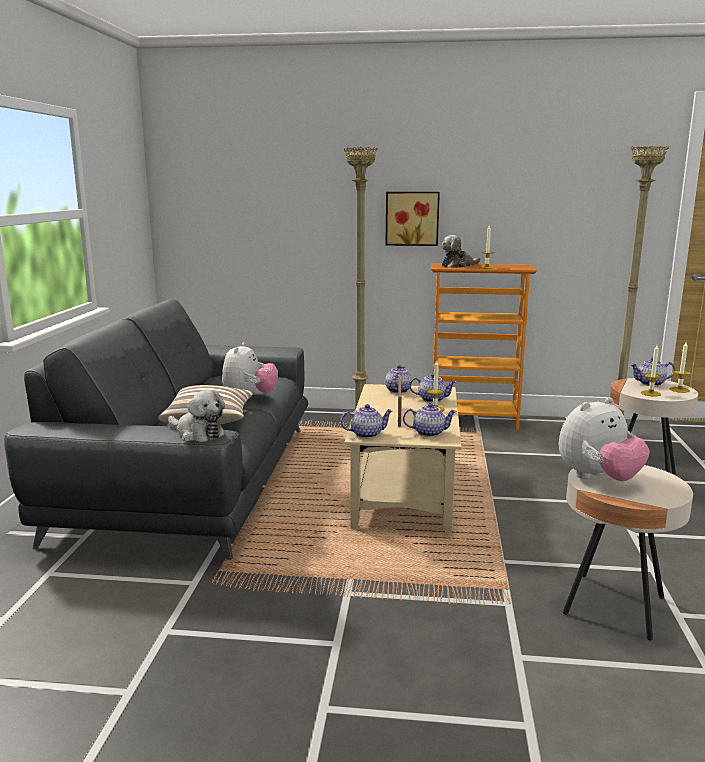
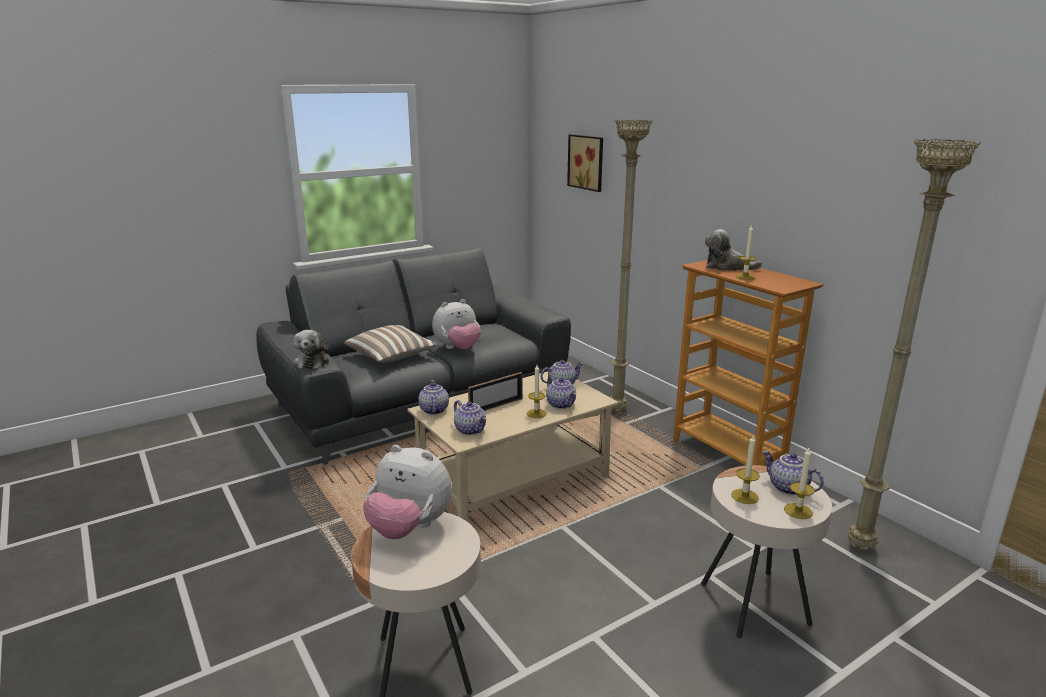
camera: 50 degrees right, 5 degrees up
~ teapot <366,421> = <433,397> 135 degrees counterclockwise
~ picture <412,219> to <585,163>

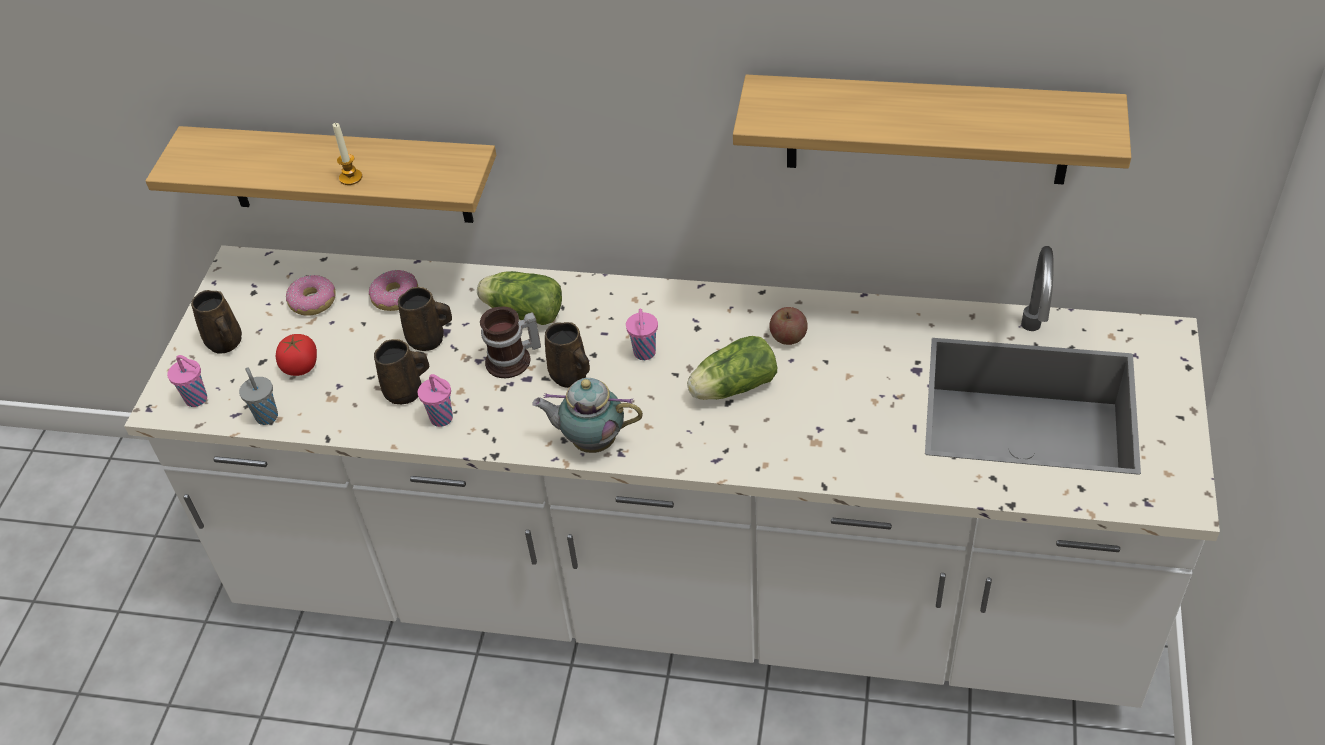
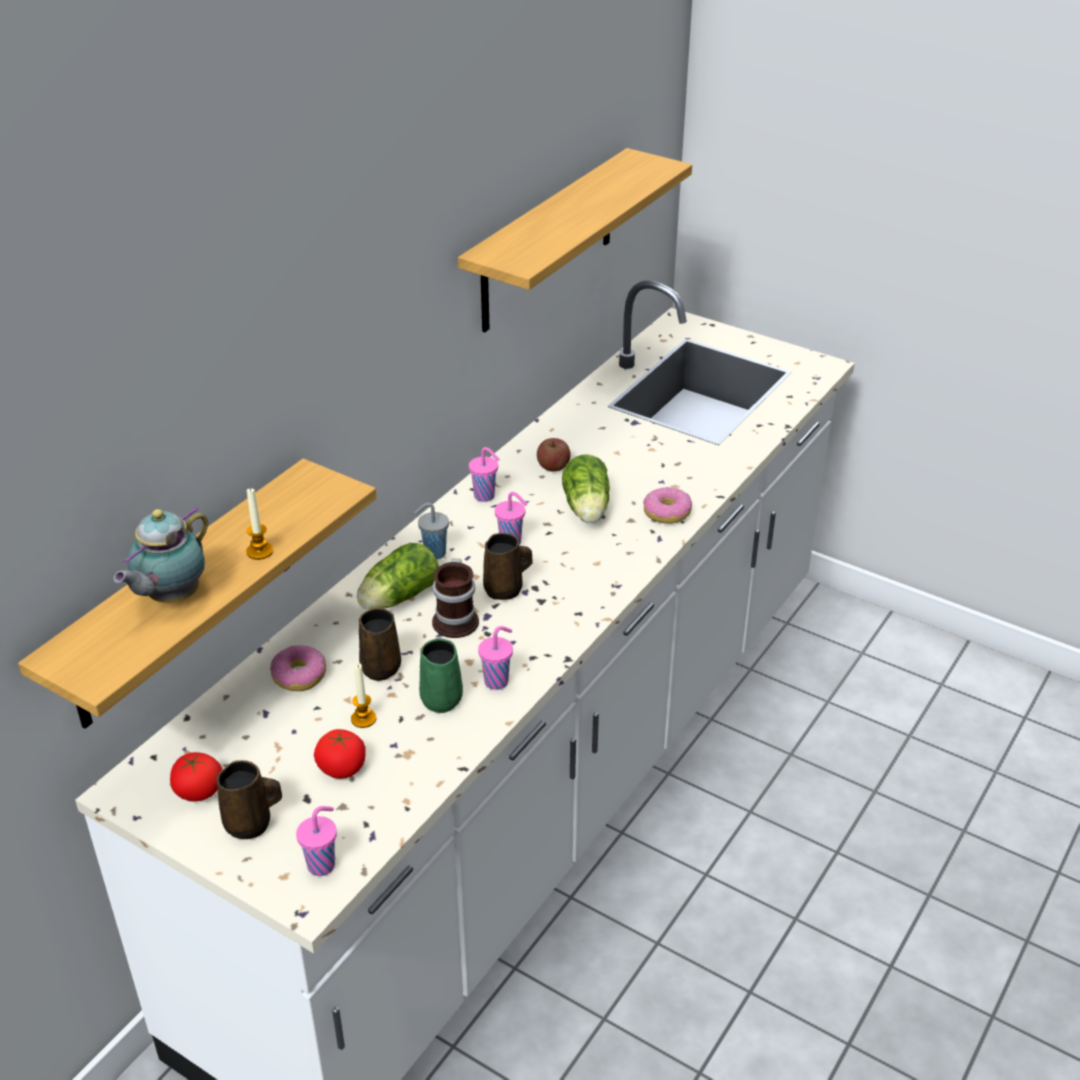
camera: 70 degrees left, 10 degrees down
~ grey cup <258,396> to <431,530>
~ donut <311,295> to <667,505>
~ brown mug <401,371> to green mug <441,675>
~ teapot <587,415> to <161,555>
+ tomato <196,776>
+ candle <363,695>
+ pink cup <484,474>

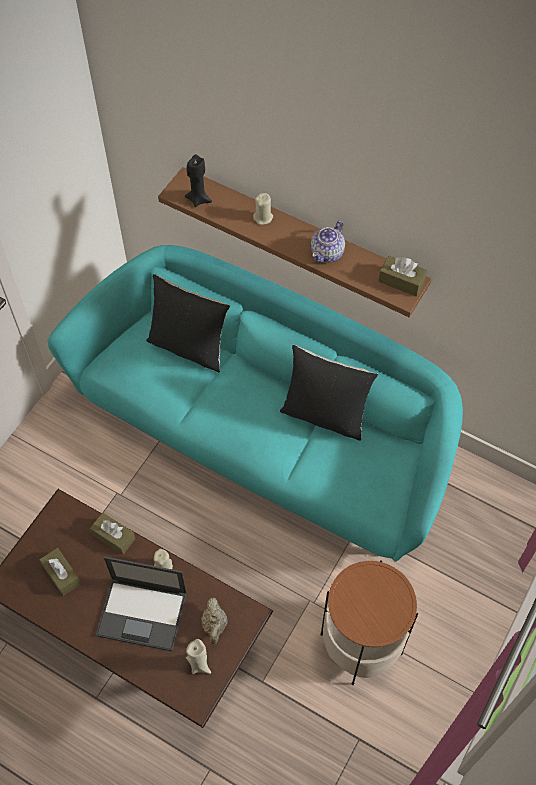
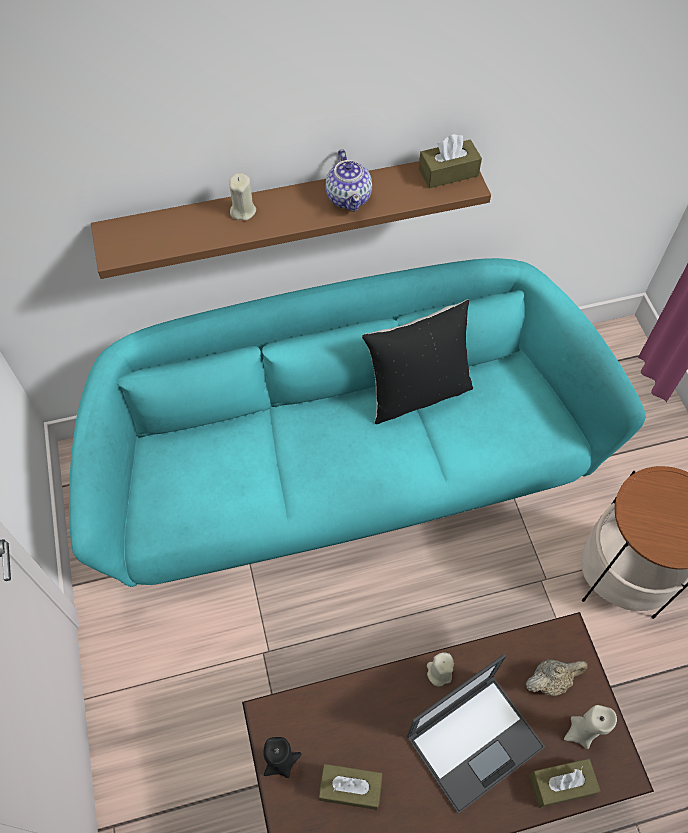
camera: 45 degrees left, 0 degrees up
~ brown tissue box <112,534> to <565,783>
- black pillow <188,323>
~ black candle <198,180> to <282,757>
~ beige teapot <214,621> = <556,677> 60 degrees counterclockwise

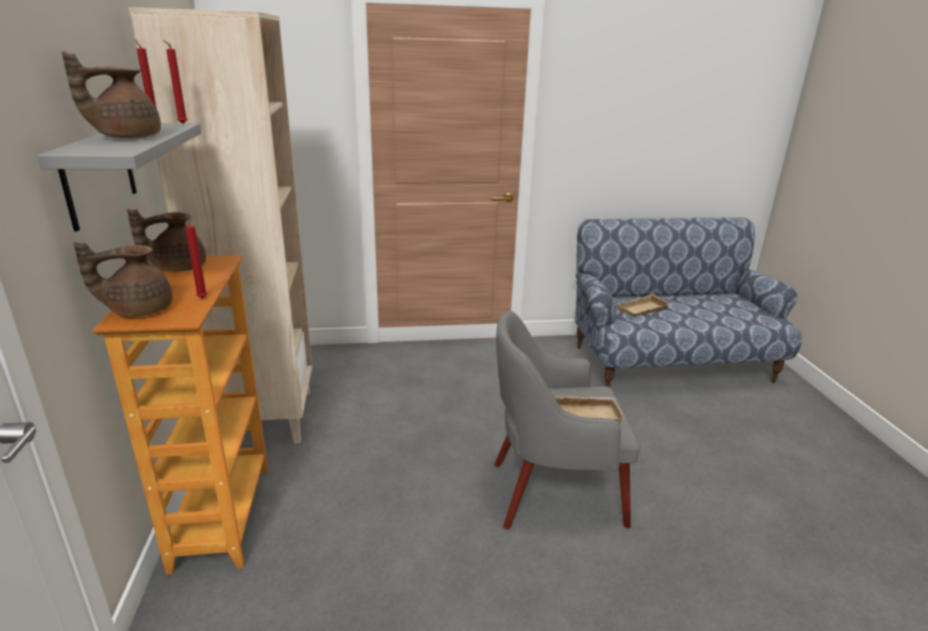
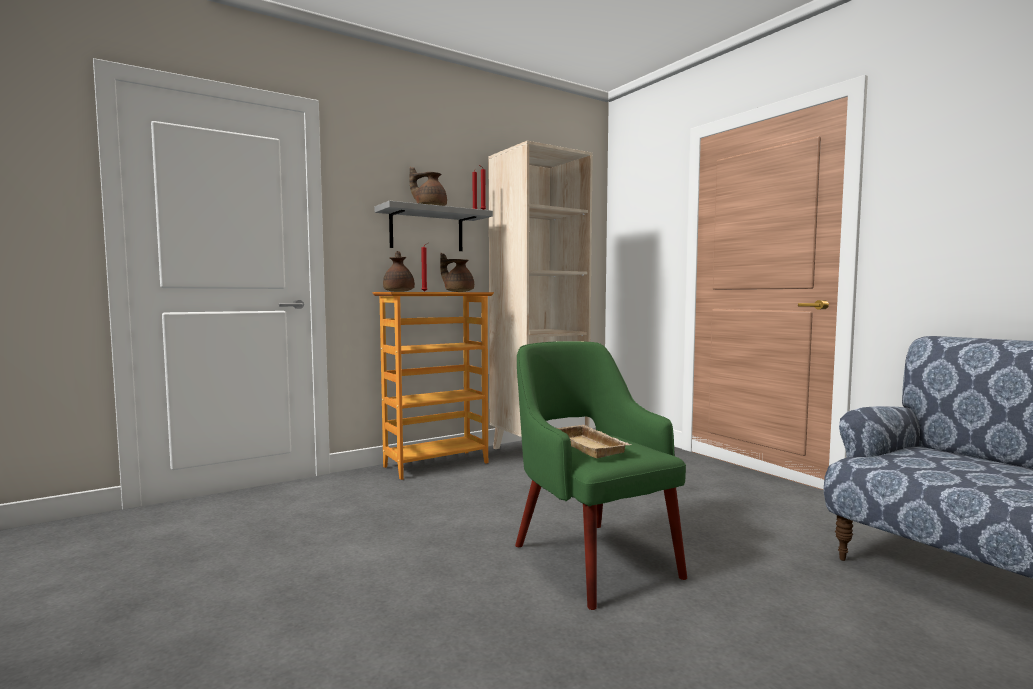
camera: 65 degrees right, 20 degrees down
~ brown teapot <122,279> = <399,271> 45 degrees clockwise
~ grey armchair <567,419> to green armchair <601,475>
- beige tray <643,305>

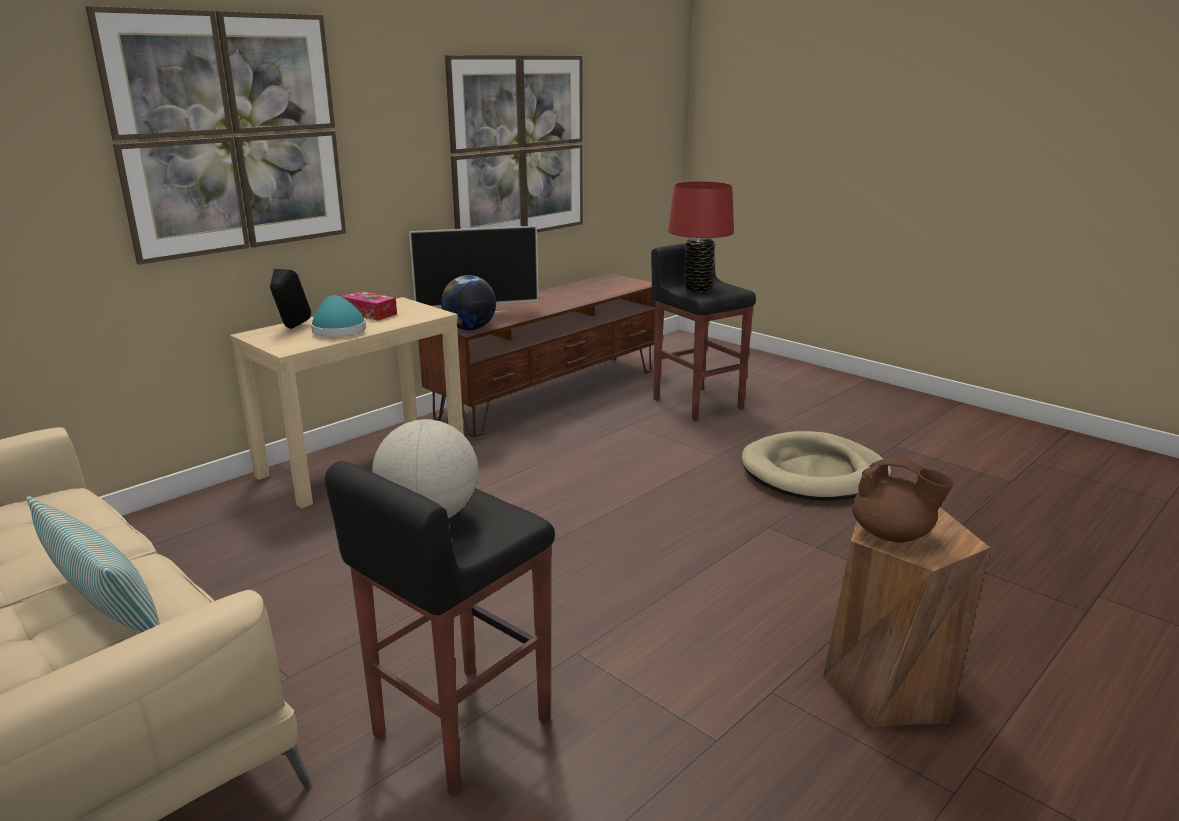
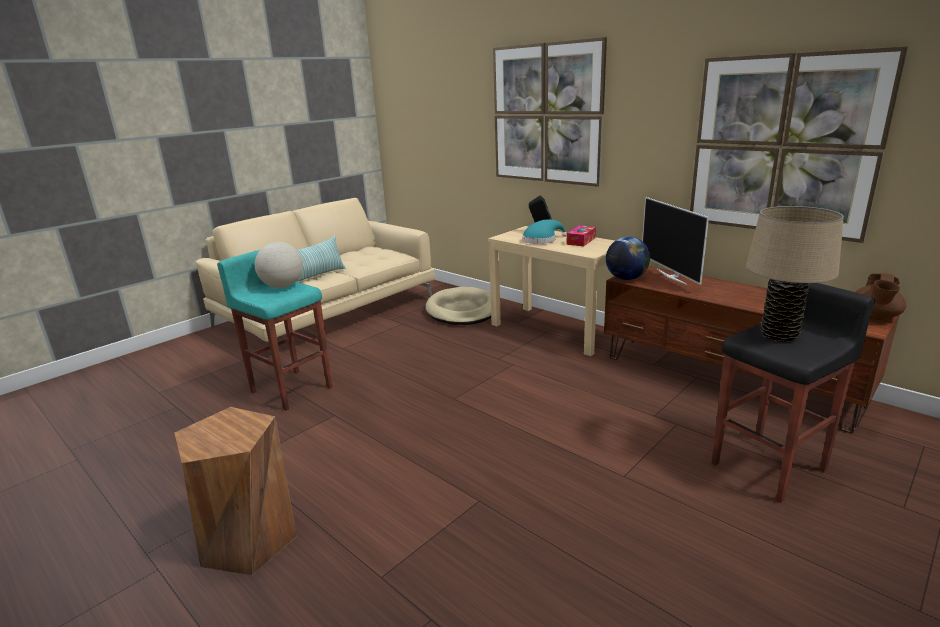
camera: 90 degrees right, 0 degrees up
~ black stool <440,628> to turquoise stool <274,330>
~ red table lamp <701,236> to beige table lamp <795,274>
~ beige dog bed <816,466> to <458,306>
~ brown teapot <903,500> to <881,296>

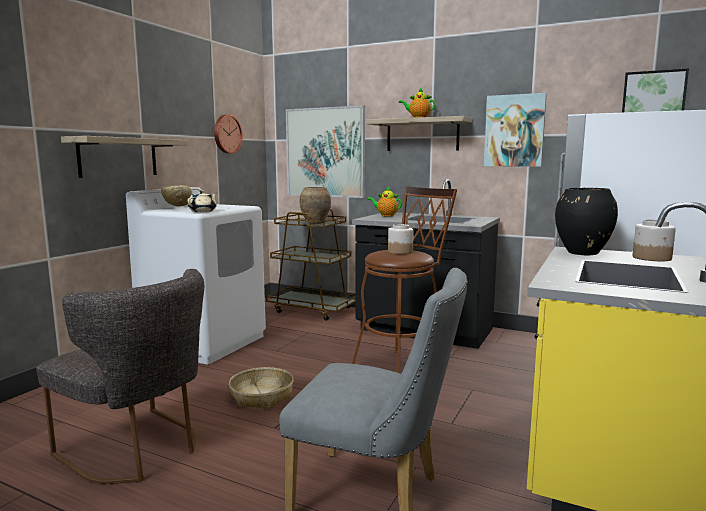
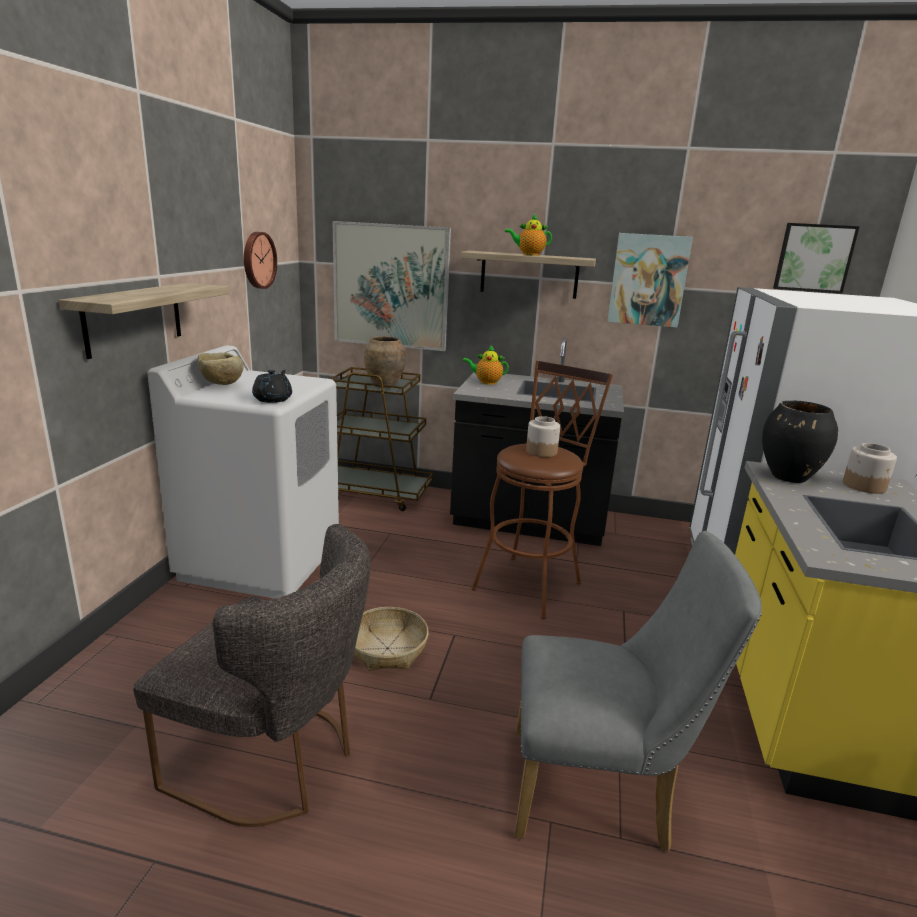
camera: 15 degrees left, 10 degrees up
~ beige teapot <202,201> to black teapot <272,386>

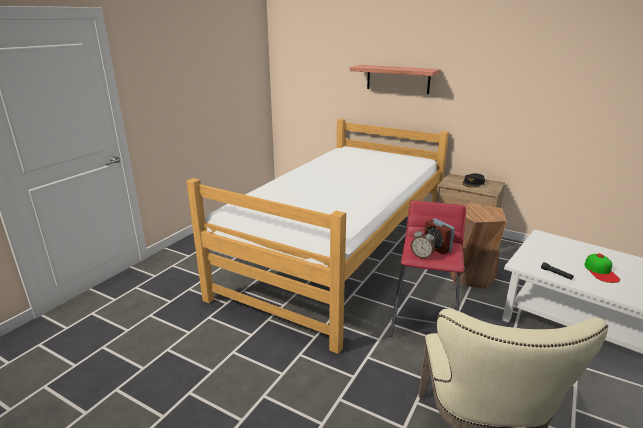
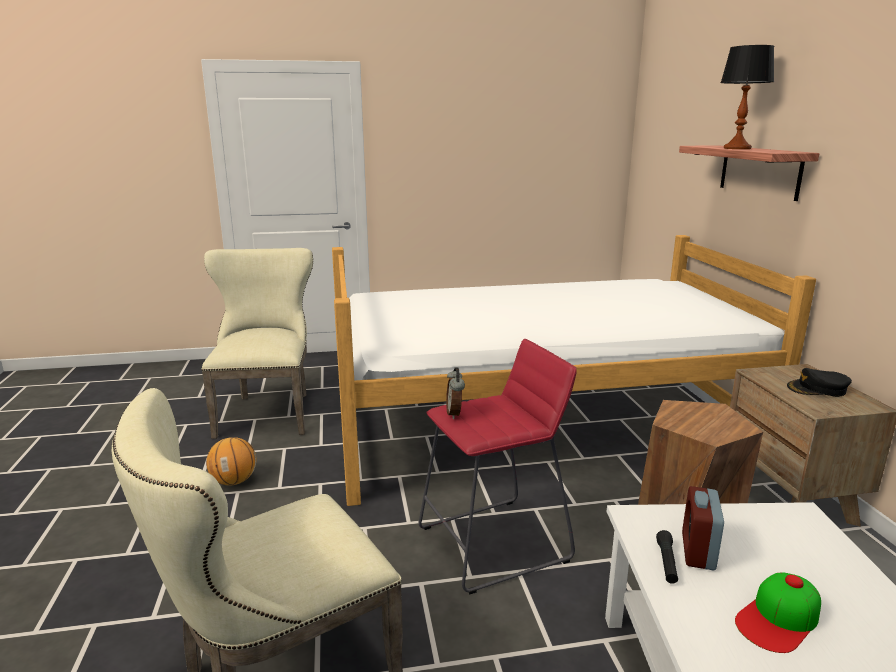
camera: 50 degrees right, 5 degrees down
~ alarm clock <439,236> to <703,528>
+ beige chair <257,343>
+ basketball <231,461>
+ table lamp <747,97>

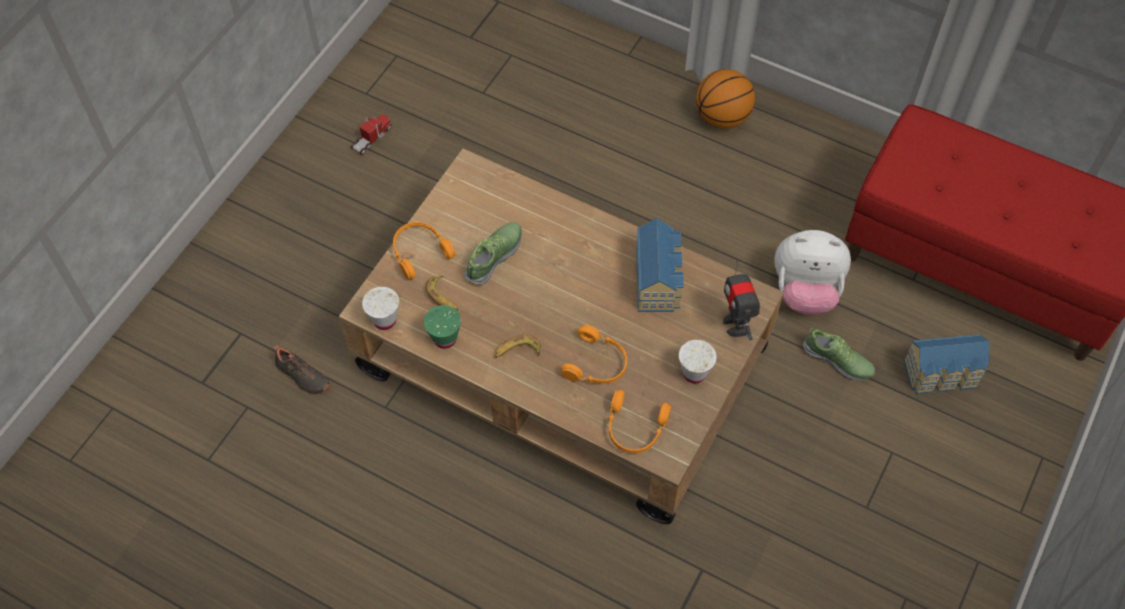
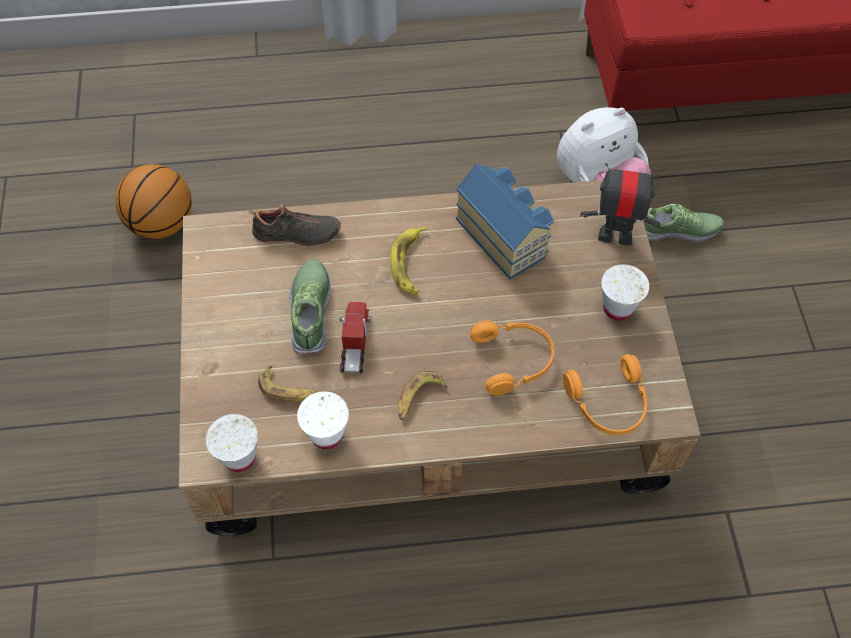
camera: 35 degrees left, 0 degrees up
~ black shoe <302,369> to <295,225>
~ toy truck <371,134> to <355,338>
- orange headphones <424,250>
~ green cup <442,327> to white cup <323,420>
~ basketball <725,98> to <153,201>
~ toy robot <741,300> = <622,204> 150 degrees clockwise
- toy house <946,364>
+ banana <408,260>

